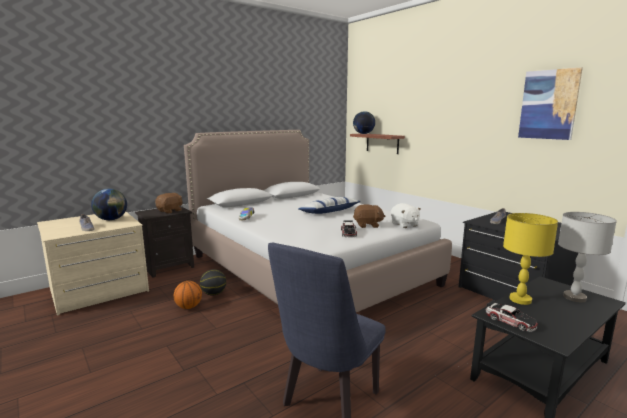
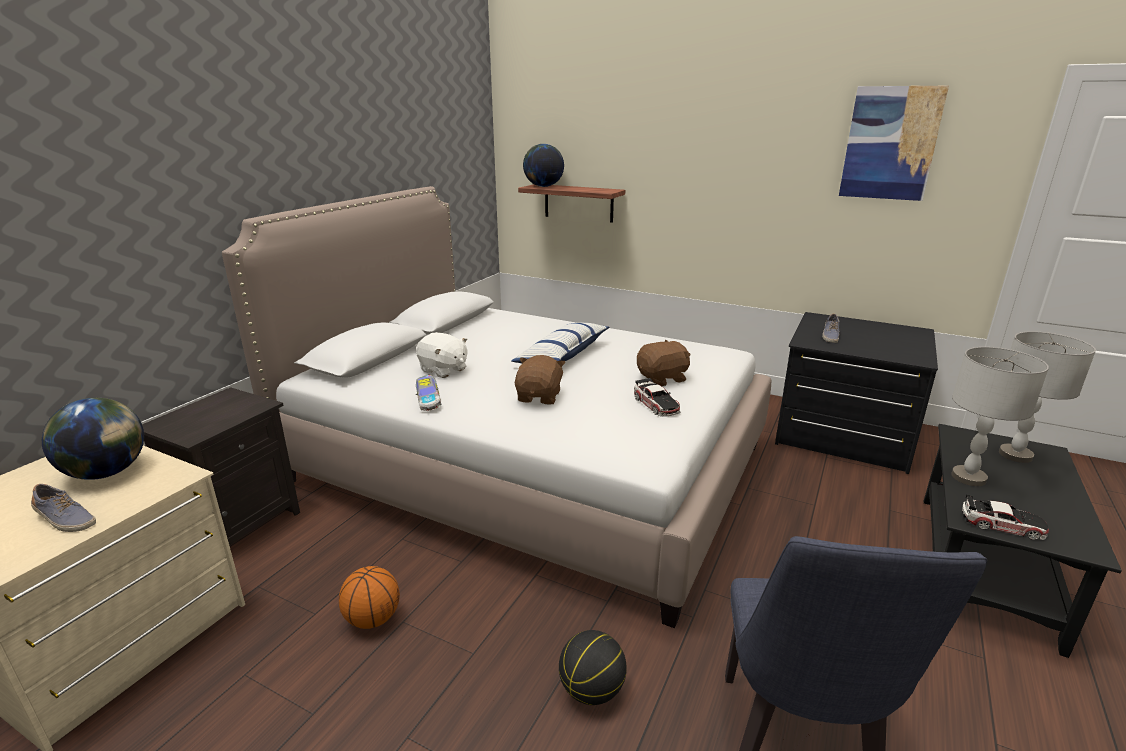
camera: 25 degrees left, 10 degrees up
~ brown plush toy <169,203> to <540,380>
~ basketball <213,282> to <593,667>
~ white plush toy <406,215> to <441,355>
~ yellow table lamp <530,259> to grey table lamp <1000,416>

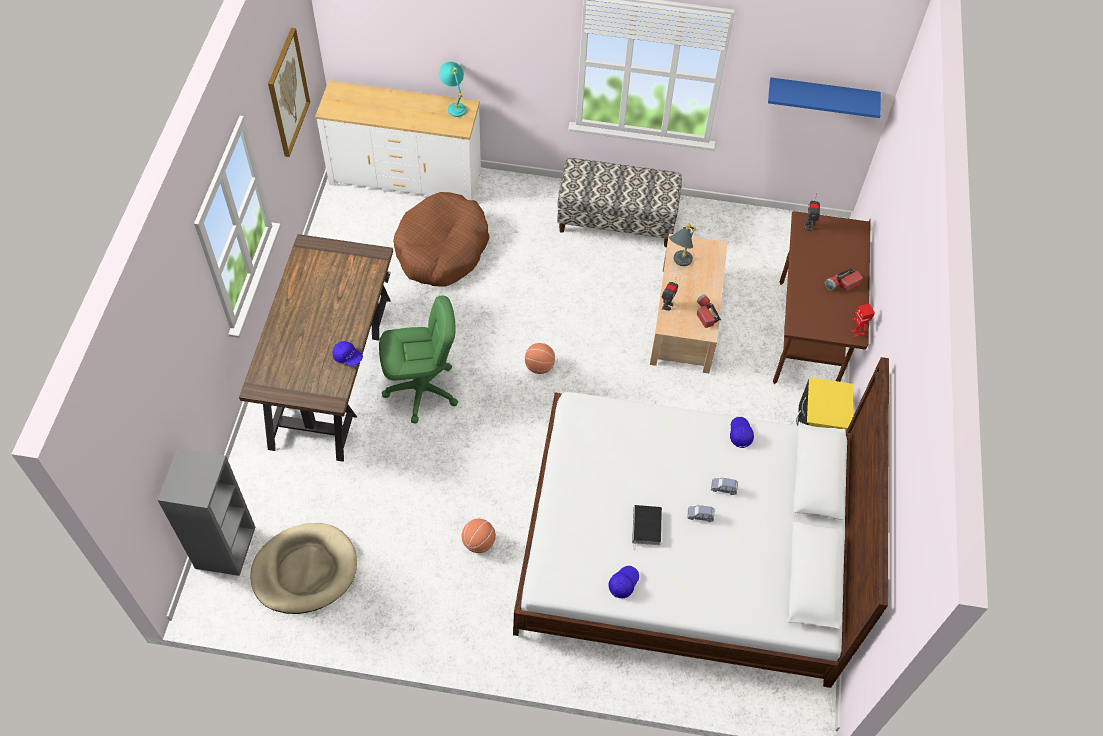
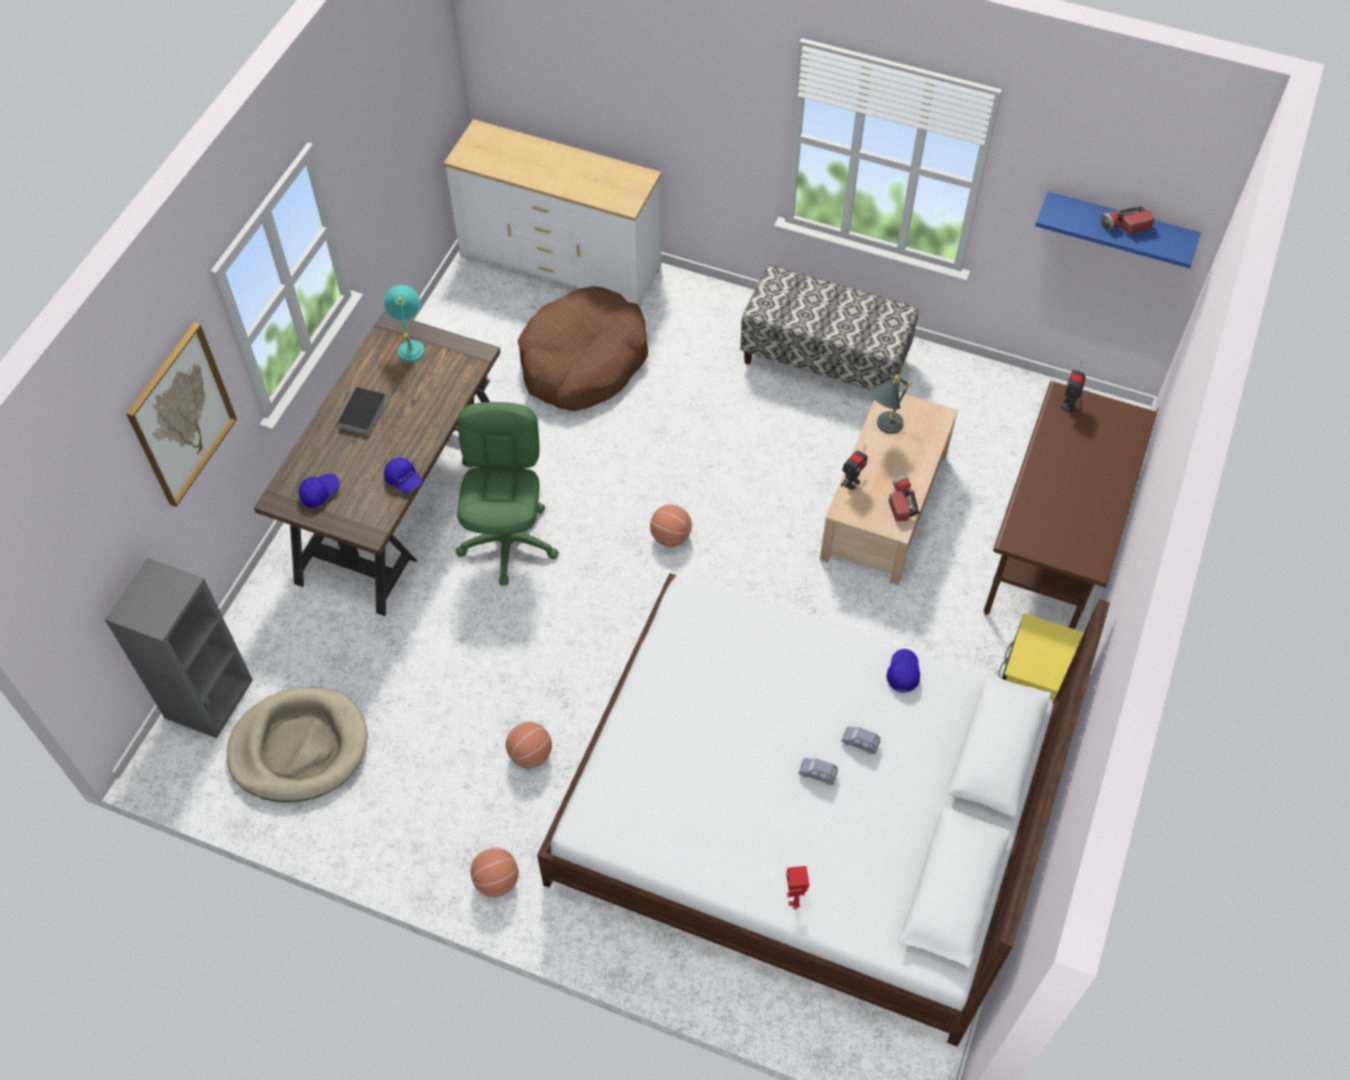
camera: 15 degrees right, 0 degrees up
~ picture <289,92> to <181,414>
~ green office chair <418,360> = <507,494> 90 degrees counterclockwise
~ turquoise table lamp <452,89> to <404,323>
~ blue cap <624,582> to <319,490>
~ book <647,525> to <361,411>
~ flashlight <844,279> to <1127,220>
~ toy robot <863,321> to <797,887>
+ basketball <495,872>

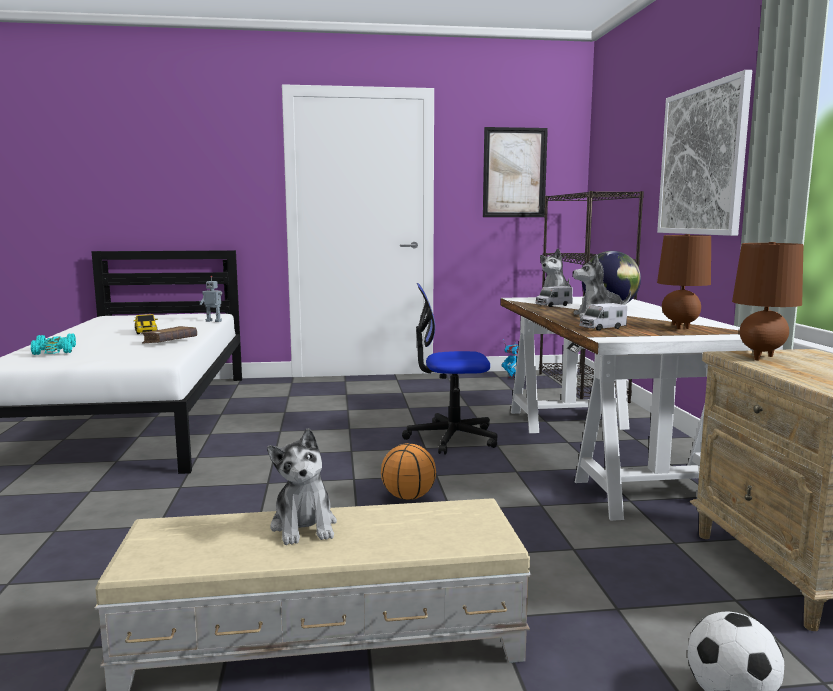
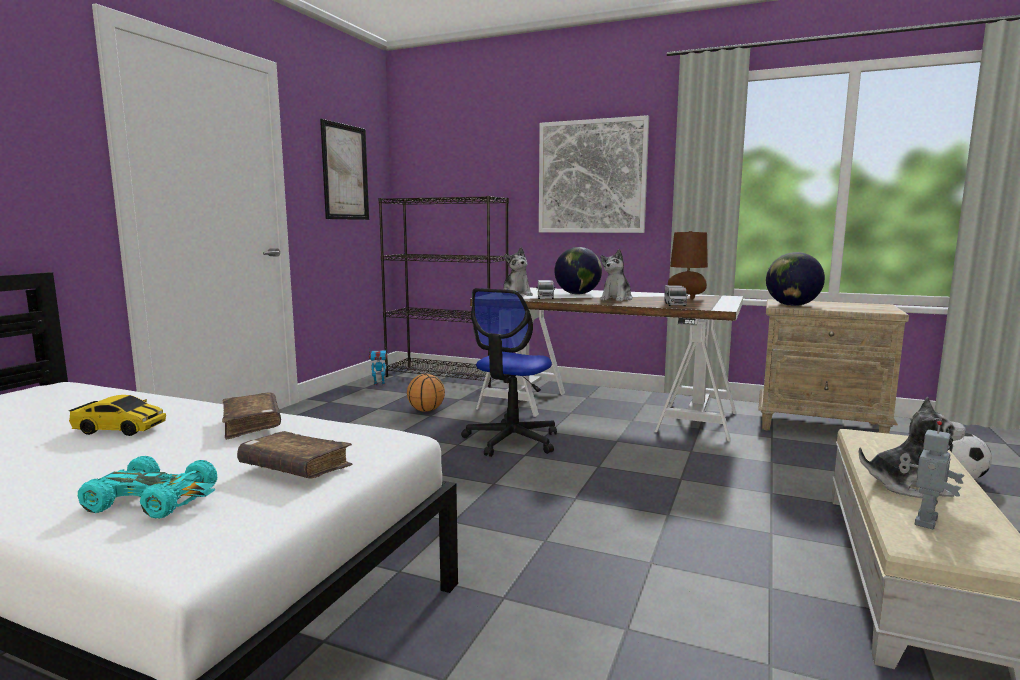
camera: 60 degrees left, 0 degrees up
~ toy robot <210,299> to <932,475>
~ basketball <408,471> to <426,393>
~ brown table lamp <767,301> to globe <795,279>
+ brown book <294,454>

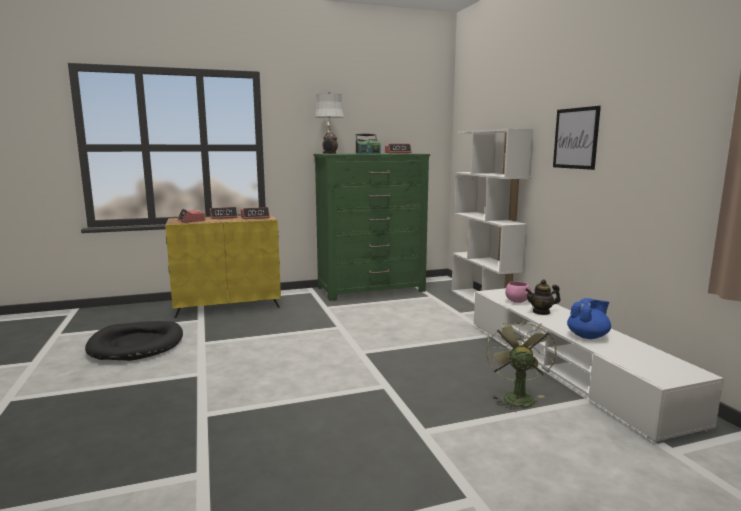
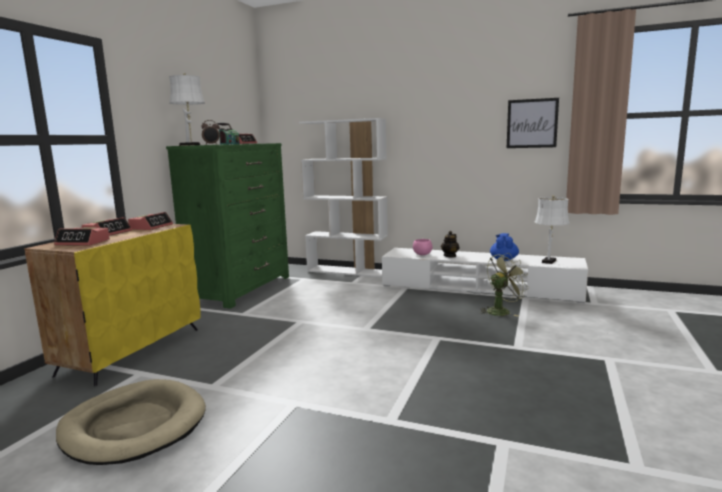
camera: 50 degrees left, 0 degrees up
~ black dog bed <134,341> to beige dog bed <131,422>
~ green fan <521,364> = <505,285> 105 degrees clockwise
~ picture <577,138> to <533,123>
+ white table lamp <552,229>

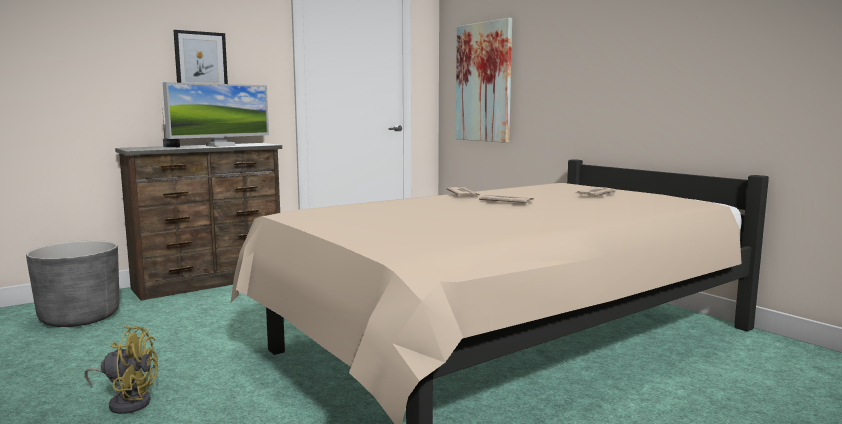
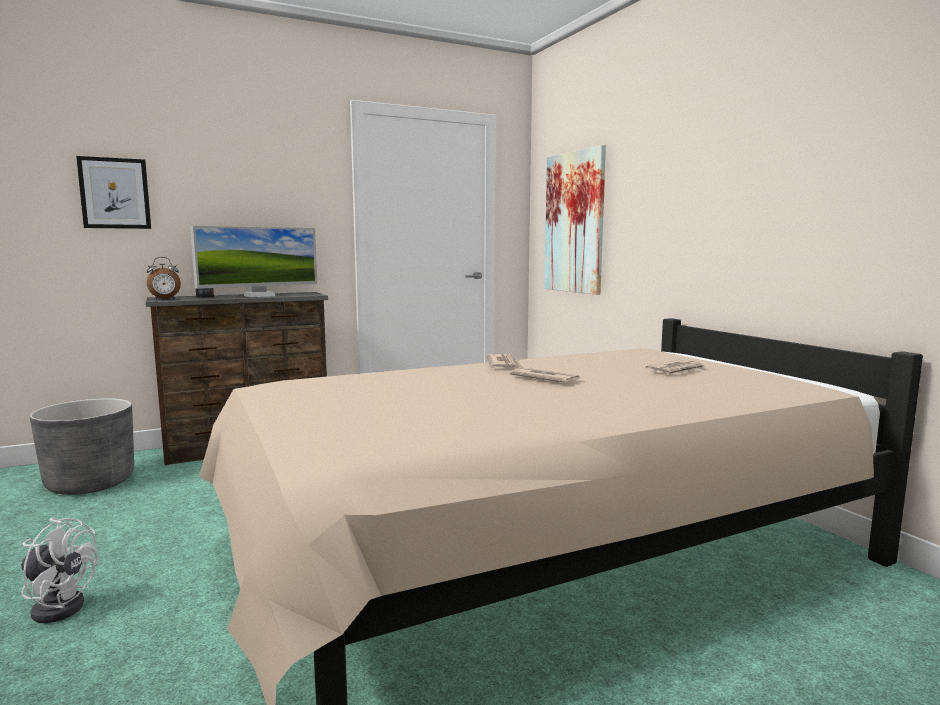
camera: 10 degrees right, 0 degrees up
~ yellow fan <121,370> to white fan <59,570>
~ picture <201,57> to <113,192>
+ alarm clock <164,278>

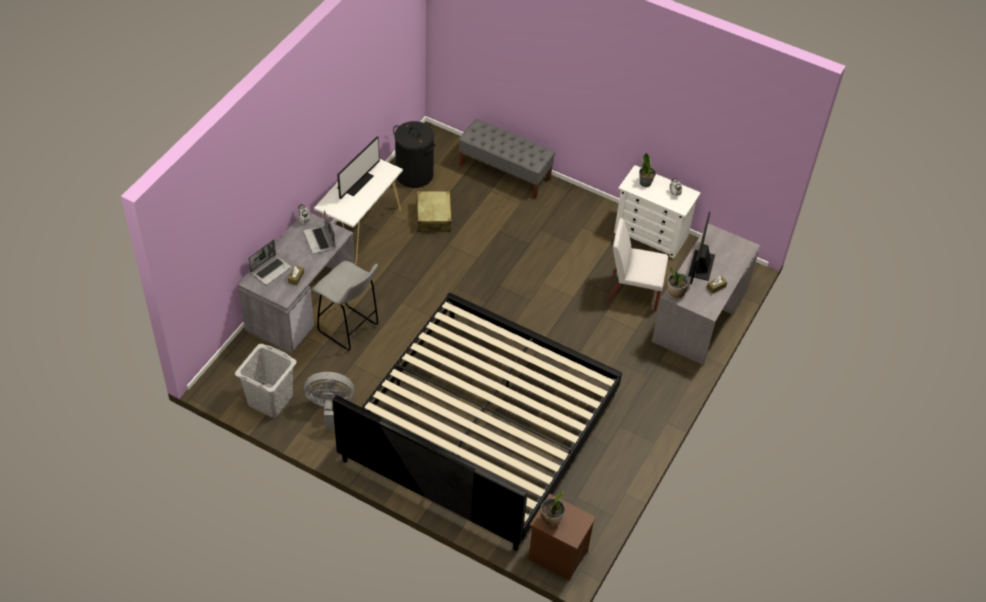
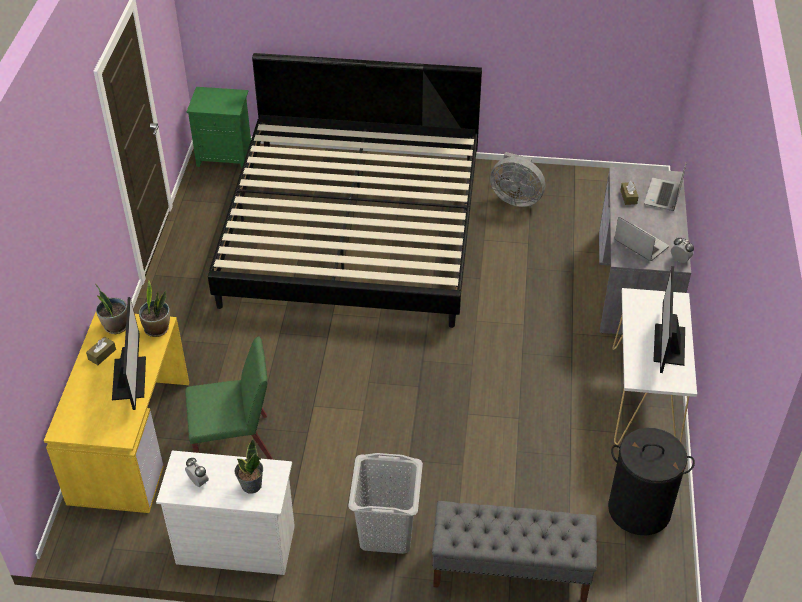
camera: 160 degrees right, 5 degrees down
~ grey laundry basket <266,381> to <385,503>
~ grey fan <329,401> = <517,179> 45 degrees clockwise
- grey stool <345,306>
- beige suitcase <434,211>
~ brown nightstand <562,537> to green nightstand <218,127>
~ potted plant <553,508> to <111,309>
~ white chair <637,264> to green chair <229,398>
~ grey desk <706,294> to yellow desk <116,412>

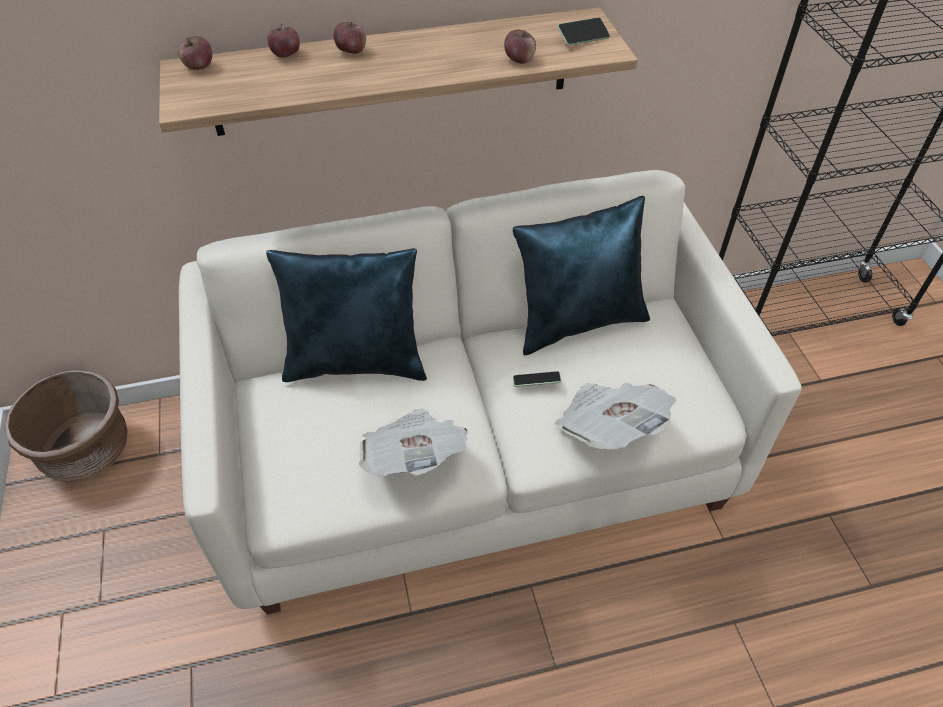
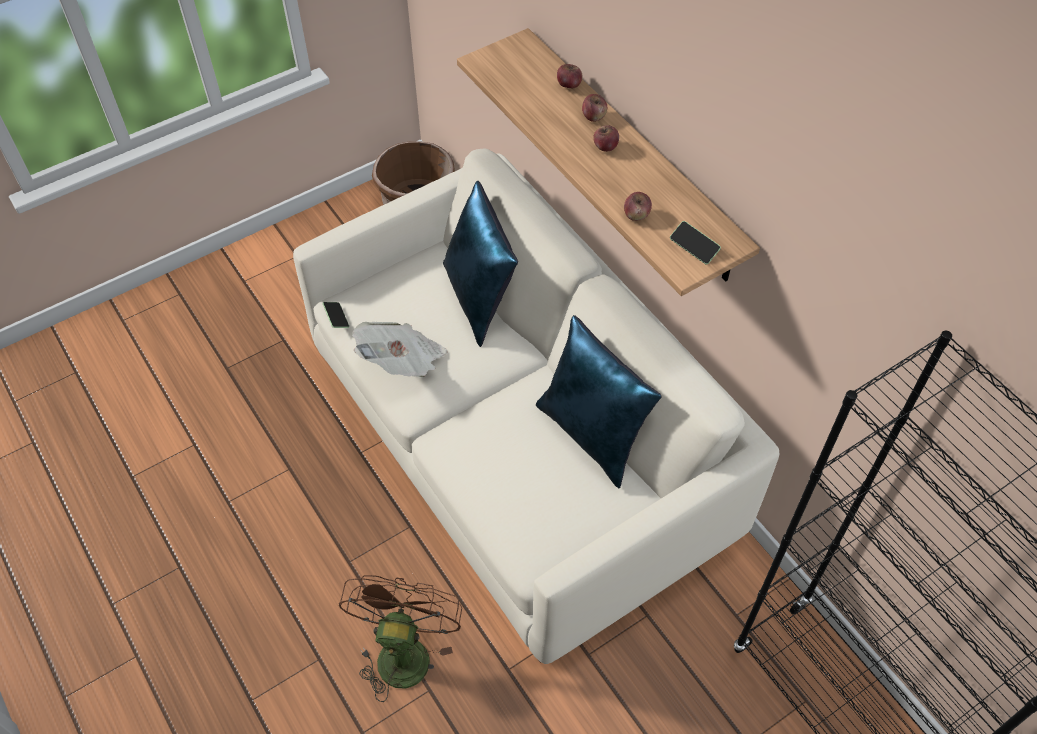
camera: 70 degrees right, 5 degrees up
~ apple <195,53> to <606,138>
~ phone <537,379> to <336,315>
- newspaper <616,416>
+ brown fan <400,638>

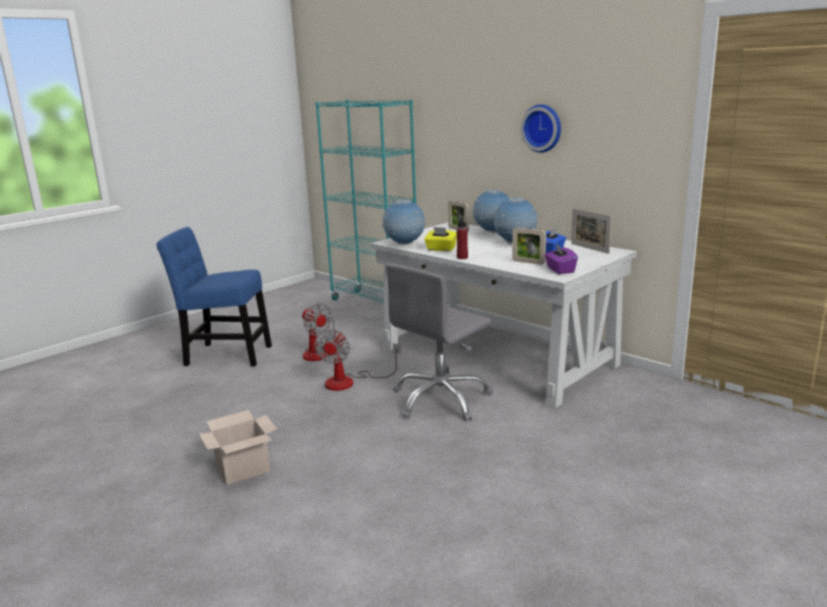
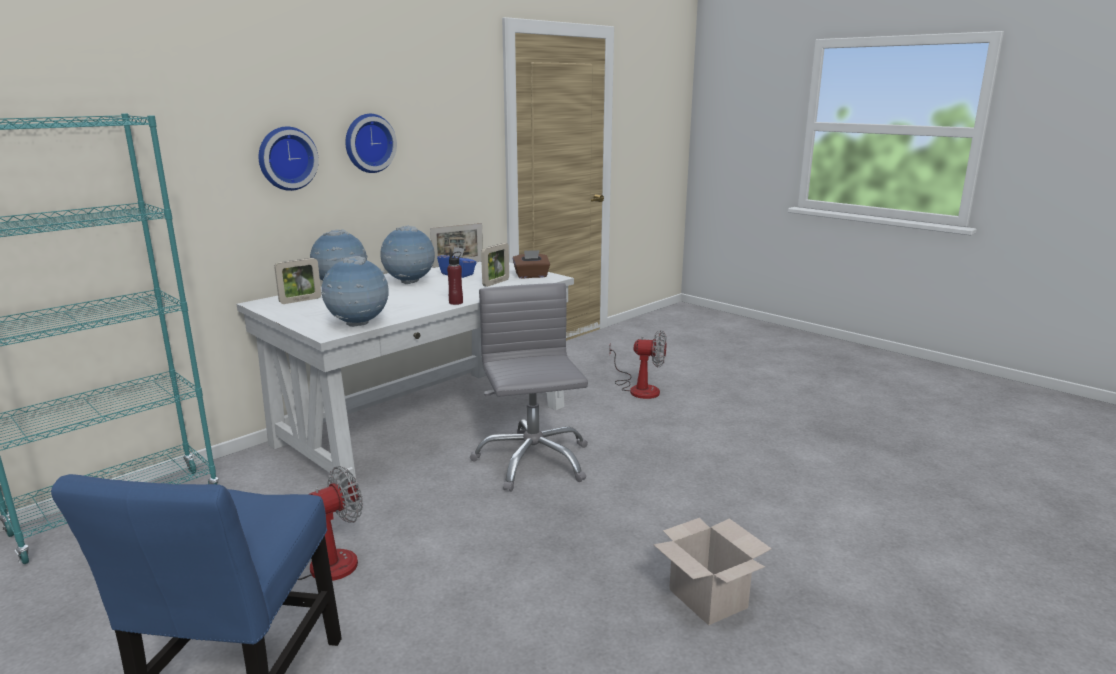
camera: 90 degrees left, 0 degrees up
~ fan <357,360> to <638,364>
~ grey office chair <439,342> = <529,387> 150 degrees counterclockwise
- yellow tissue box <440,239>
~ purple tissue box <561,258> to brown tissue box <531,264>
+ wall clock <289,159>

